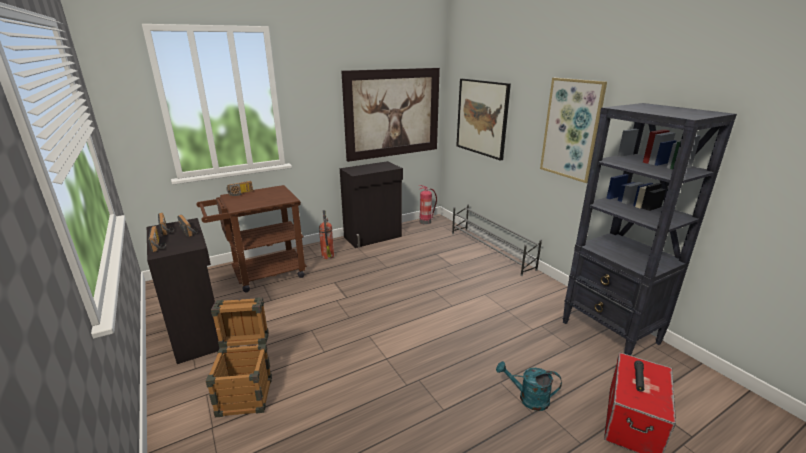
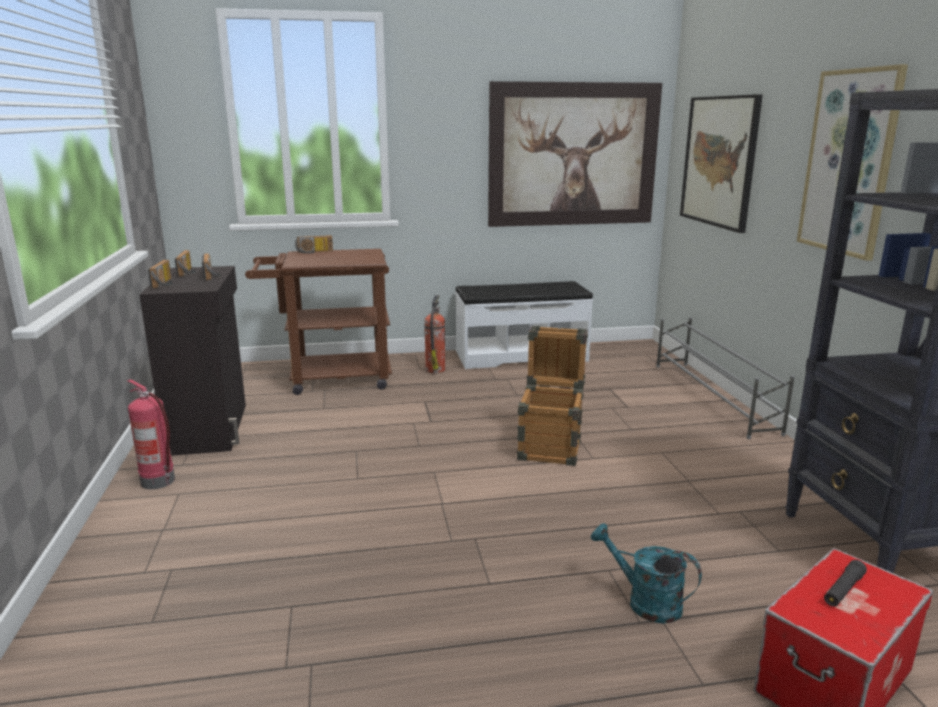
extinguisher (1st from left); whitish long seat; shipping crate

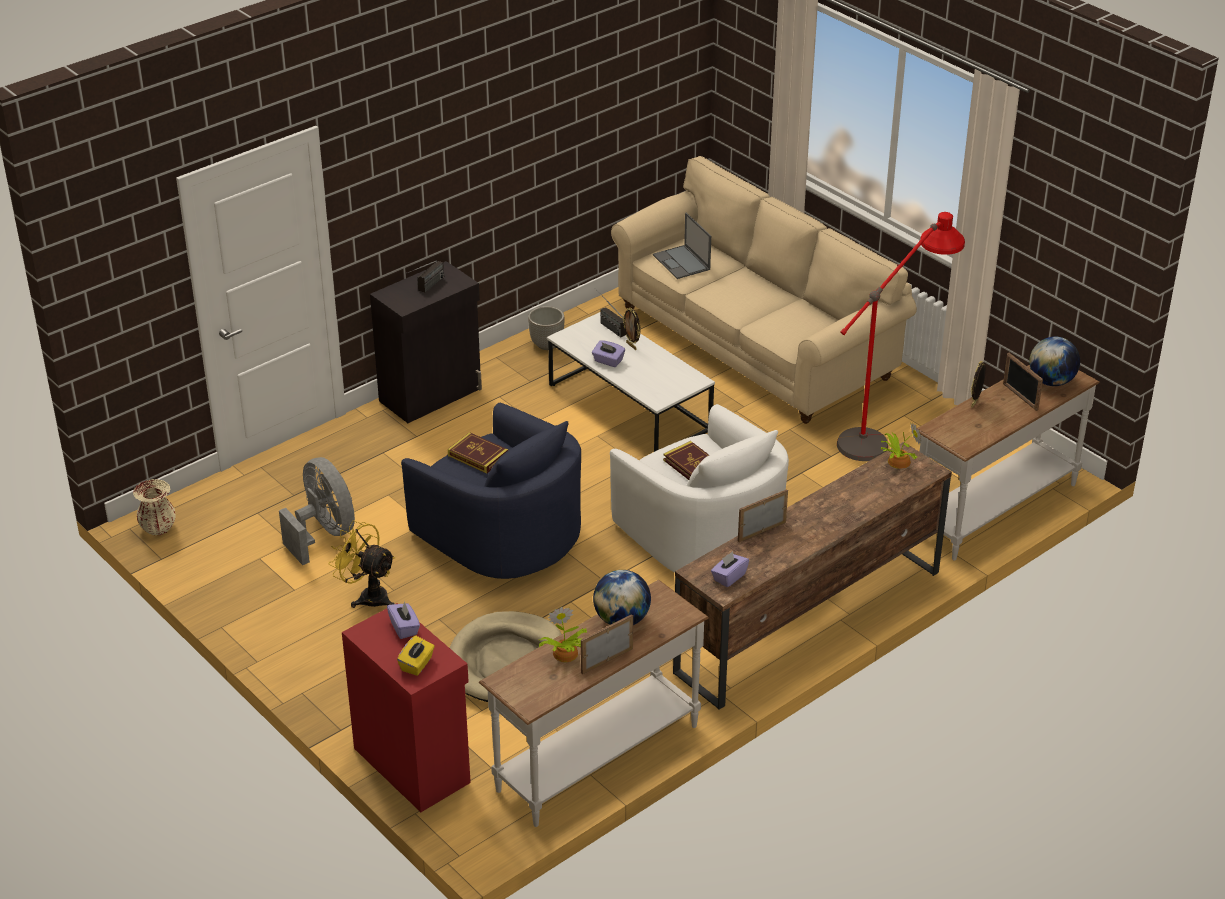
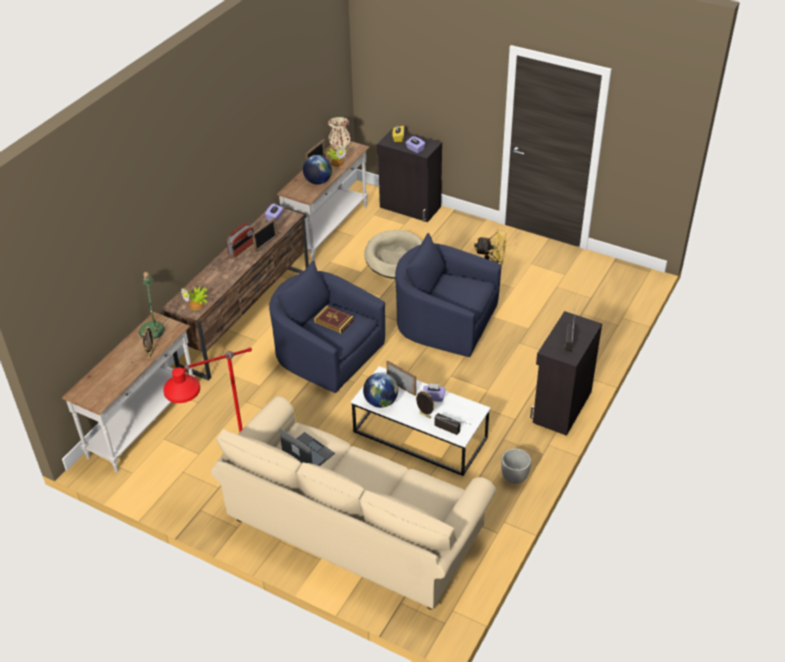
table lamp; radio set (1st from left); blue-coloured easy chair (1st from left); notebook computer; beige decorative vase; desk globe (2nd from left); black-coloured cupboard (1st from left); photo frame (4th from left); gray fan; volume (1st from left in the first image)

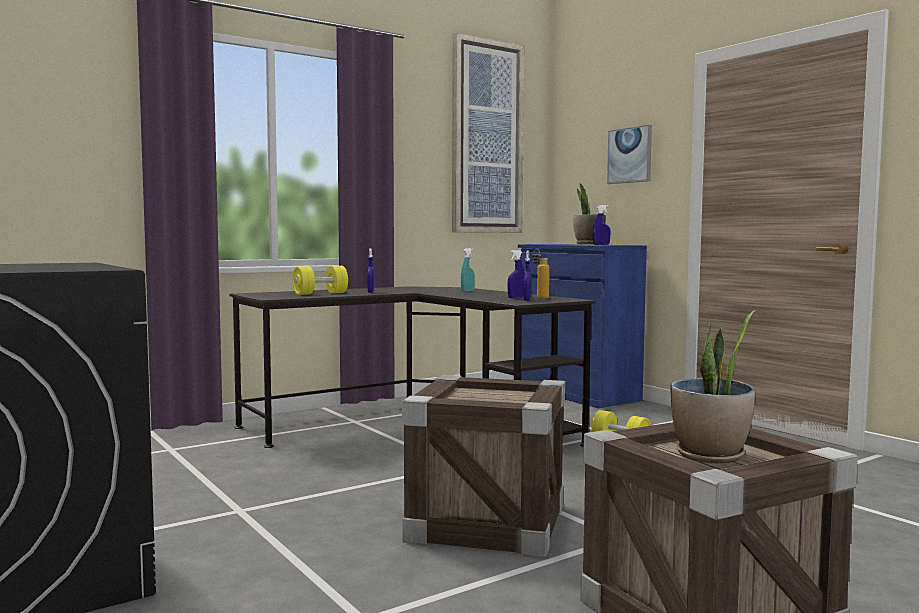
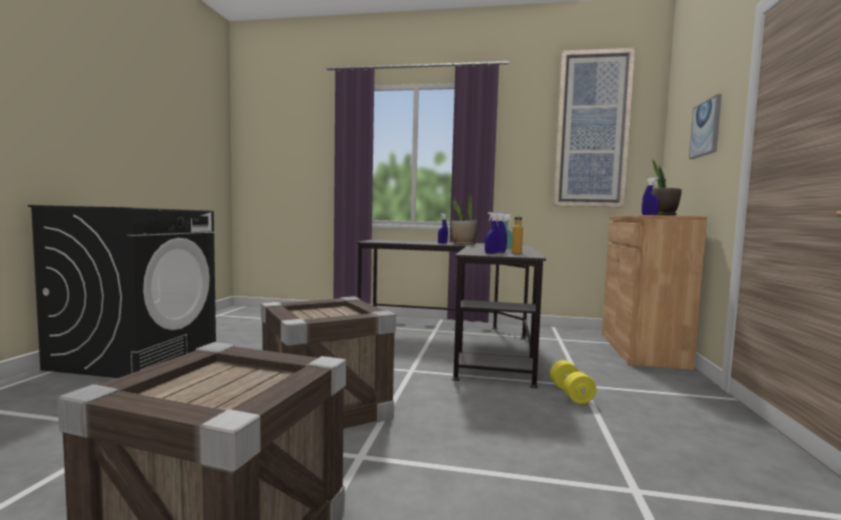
houseplant (1st from left); brownish cupboard; yellow hand weight (1st from left in the first image)

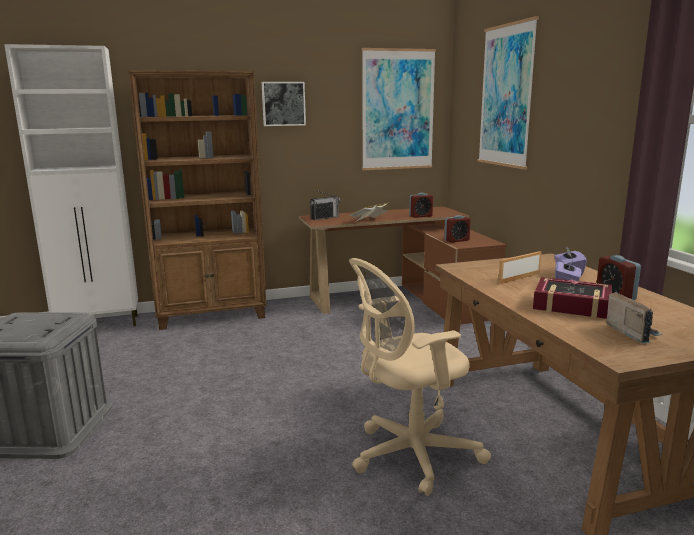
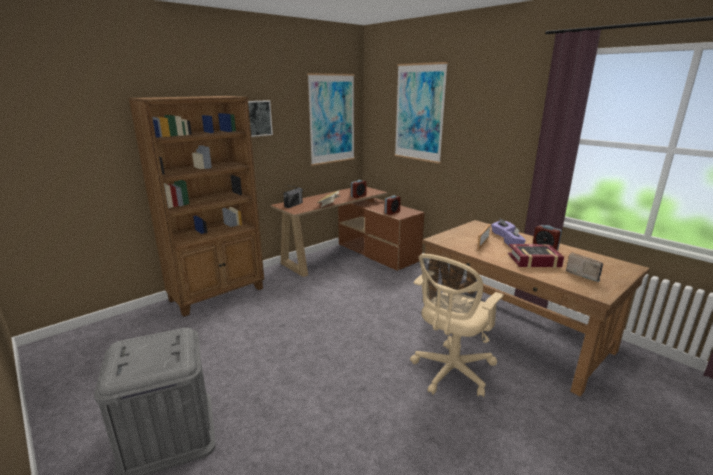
whitish cupboard

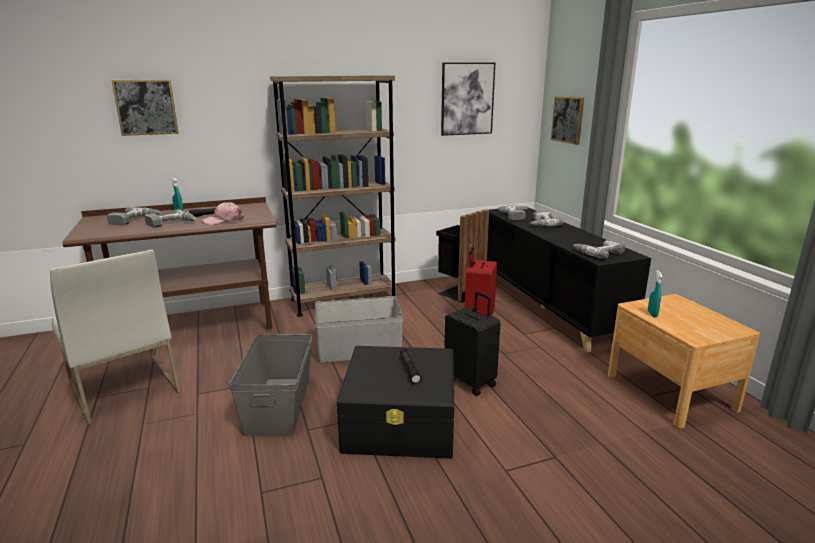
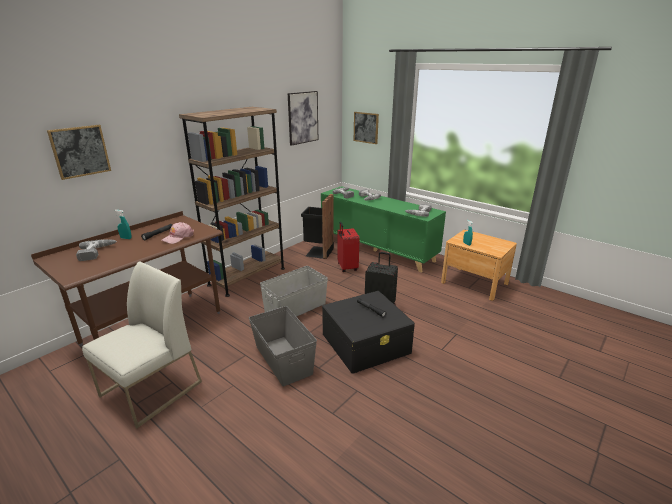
whitish plain chair; green cupboard; power drill (2nd from left in the first image)

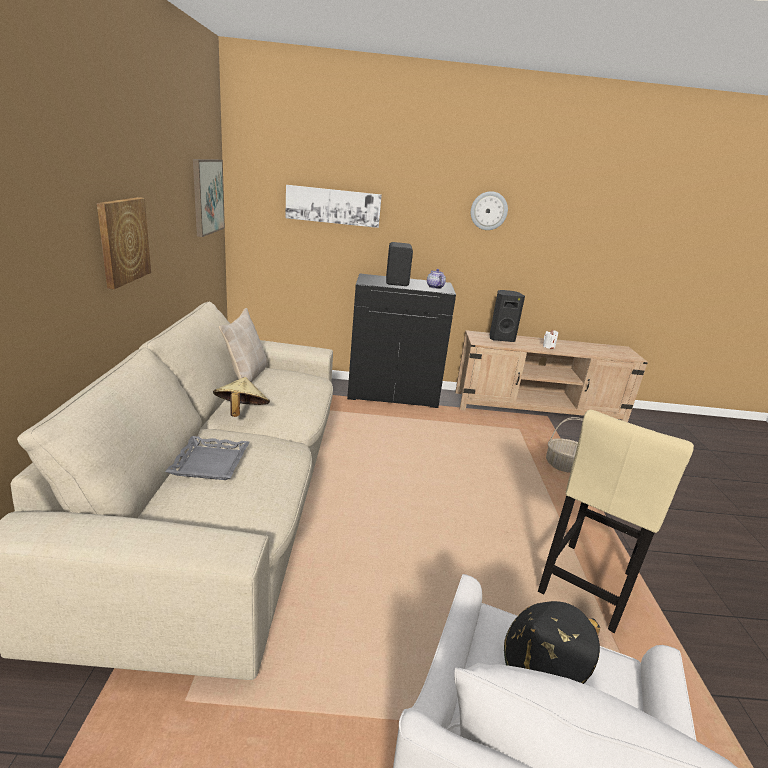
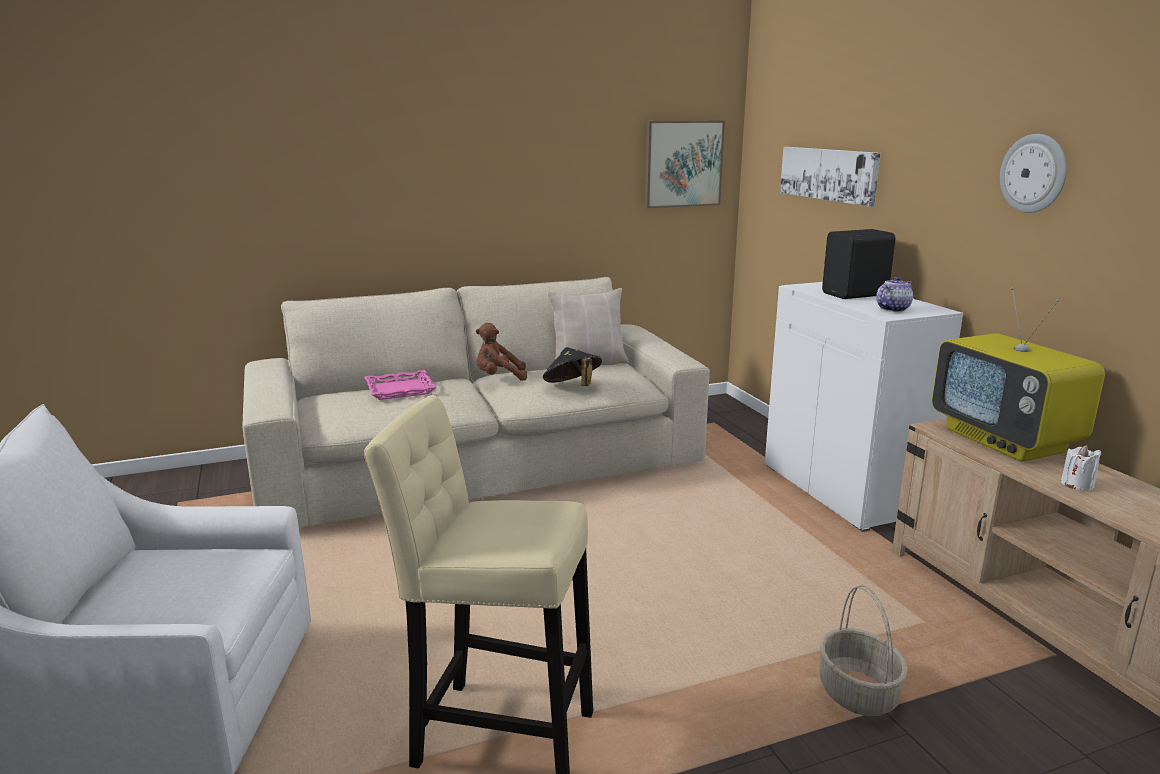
pink tray; brownish plush toy; black-coloured clothing hat; whitish cupboard; TV set; picture (1st from left in the first image)

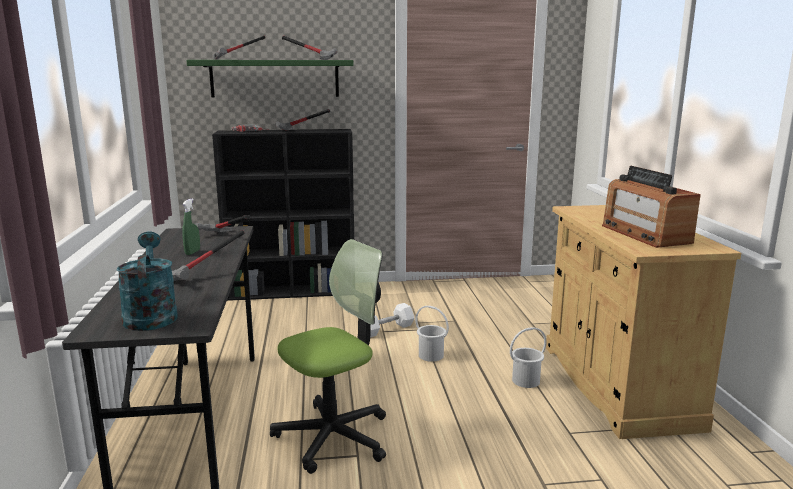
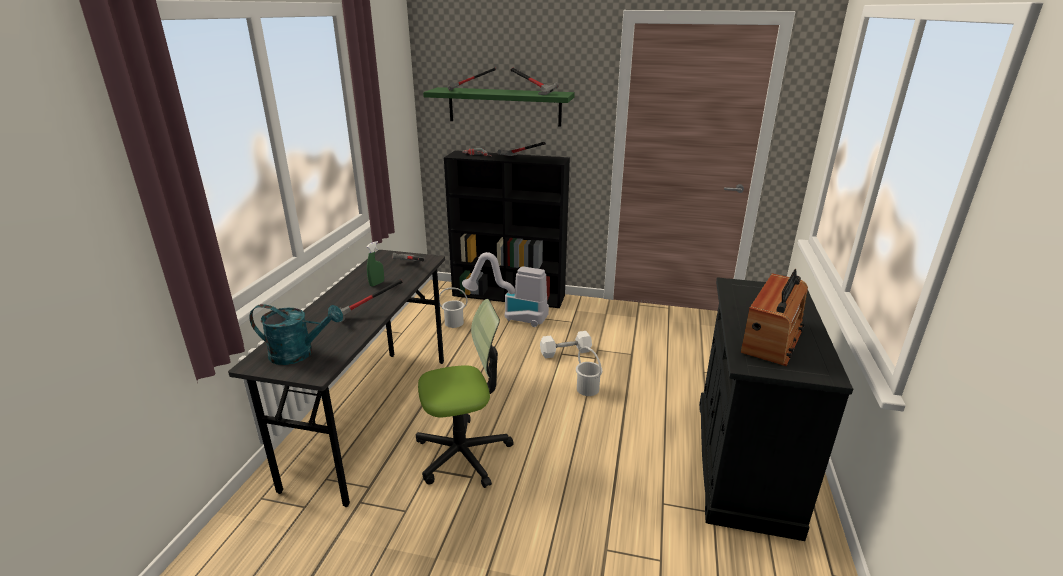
turquoise-coloured watering can; whitish water bucket (1st from left); hoover; black-coloured cupboard; radio set

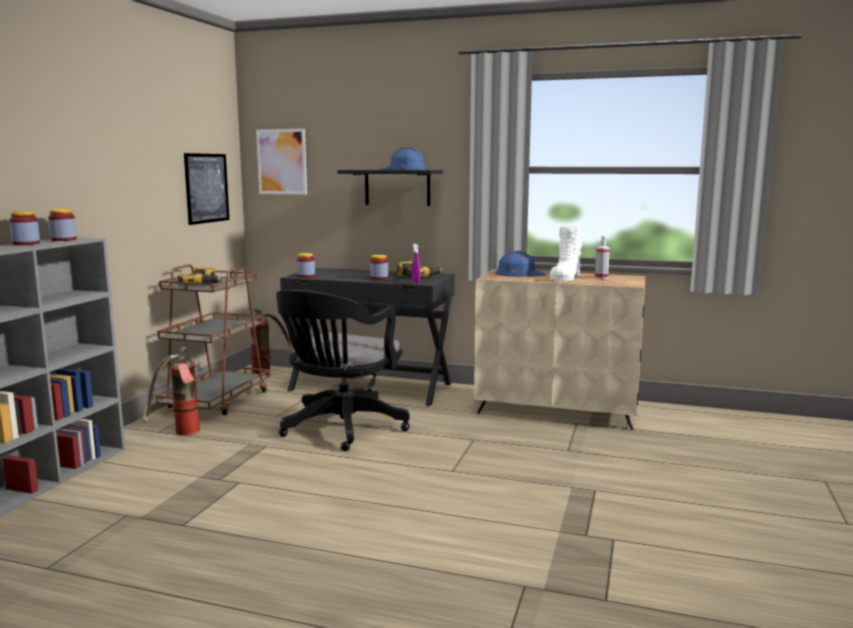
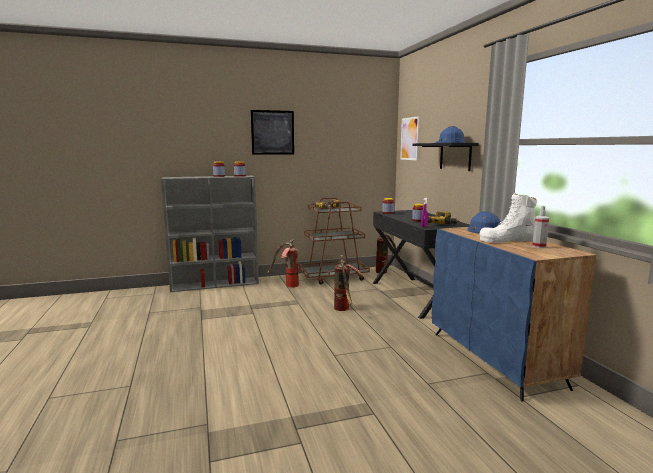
picture (1st from left); extinguisher (2nd from left); blue-coloured cupboard

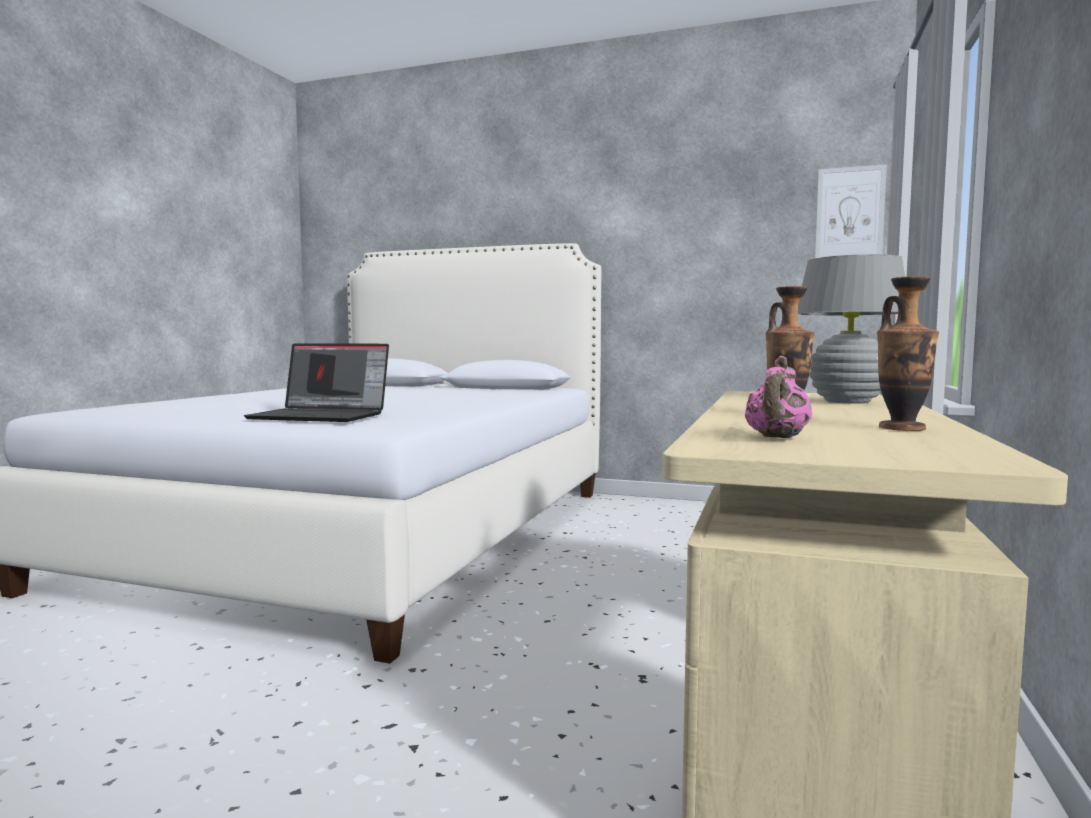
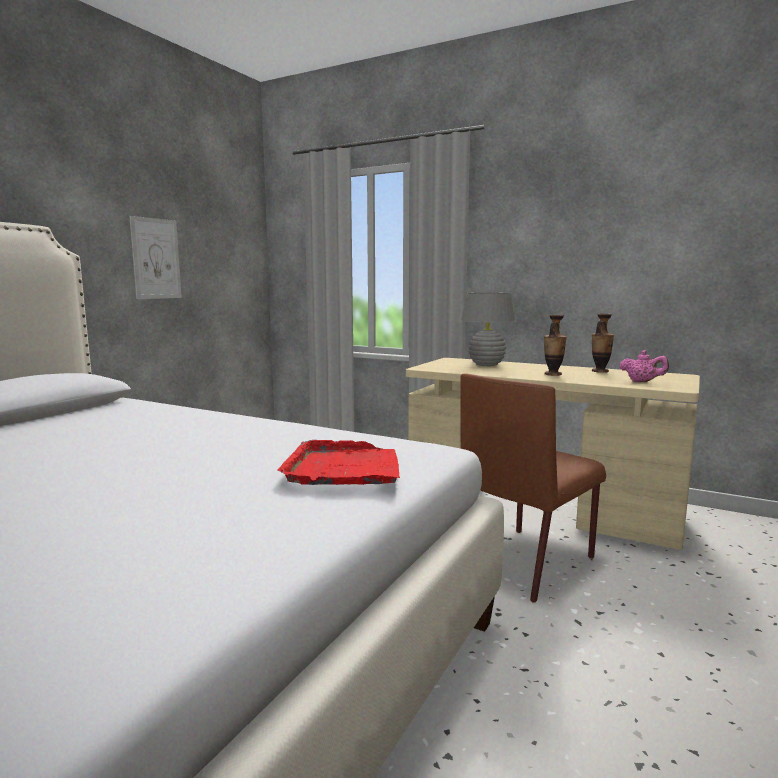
picture; red-coloured tray; brownish plain chair

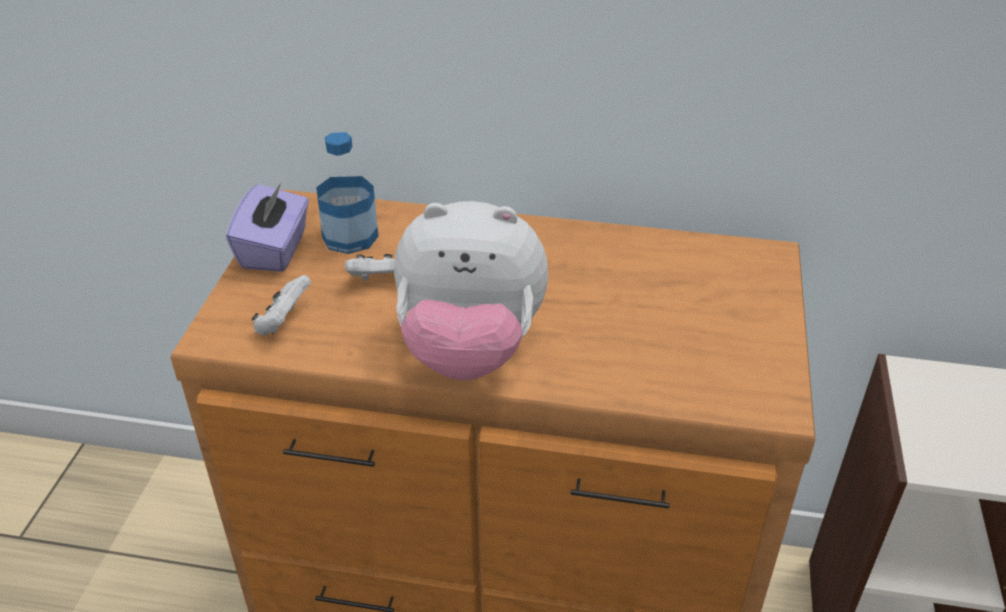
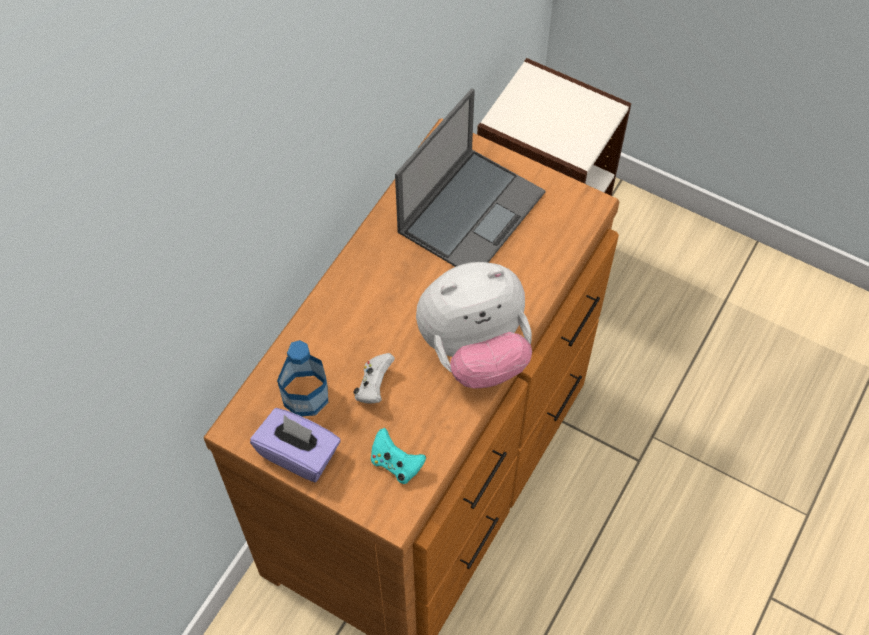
turquoise-coloured joypad; notebook computer; plush toy

